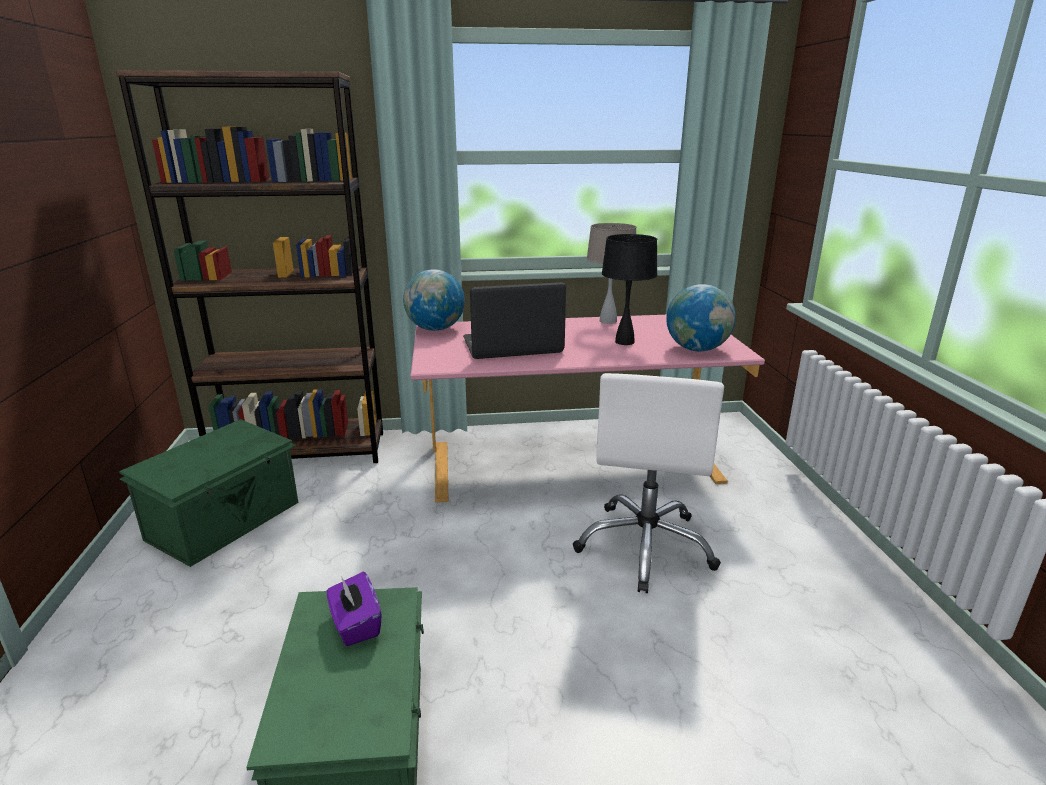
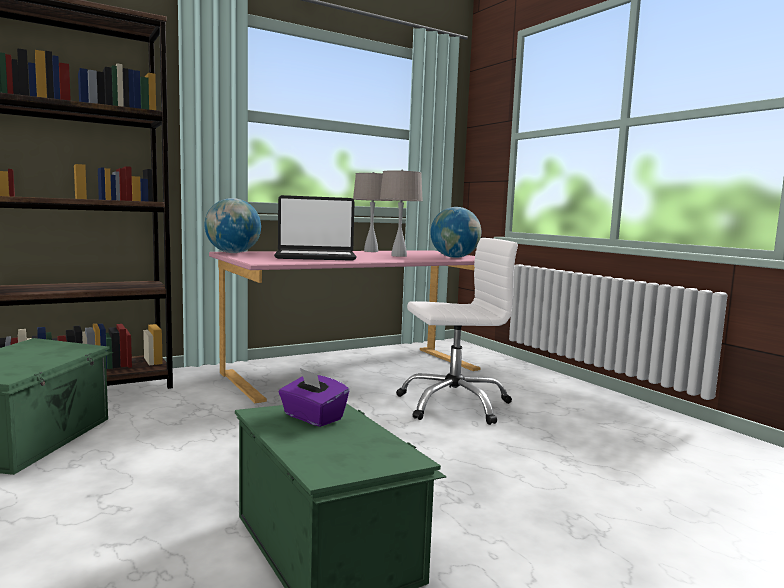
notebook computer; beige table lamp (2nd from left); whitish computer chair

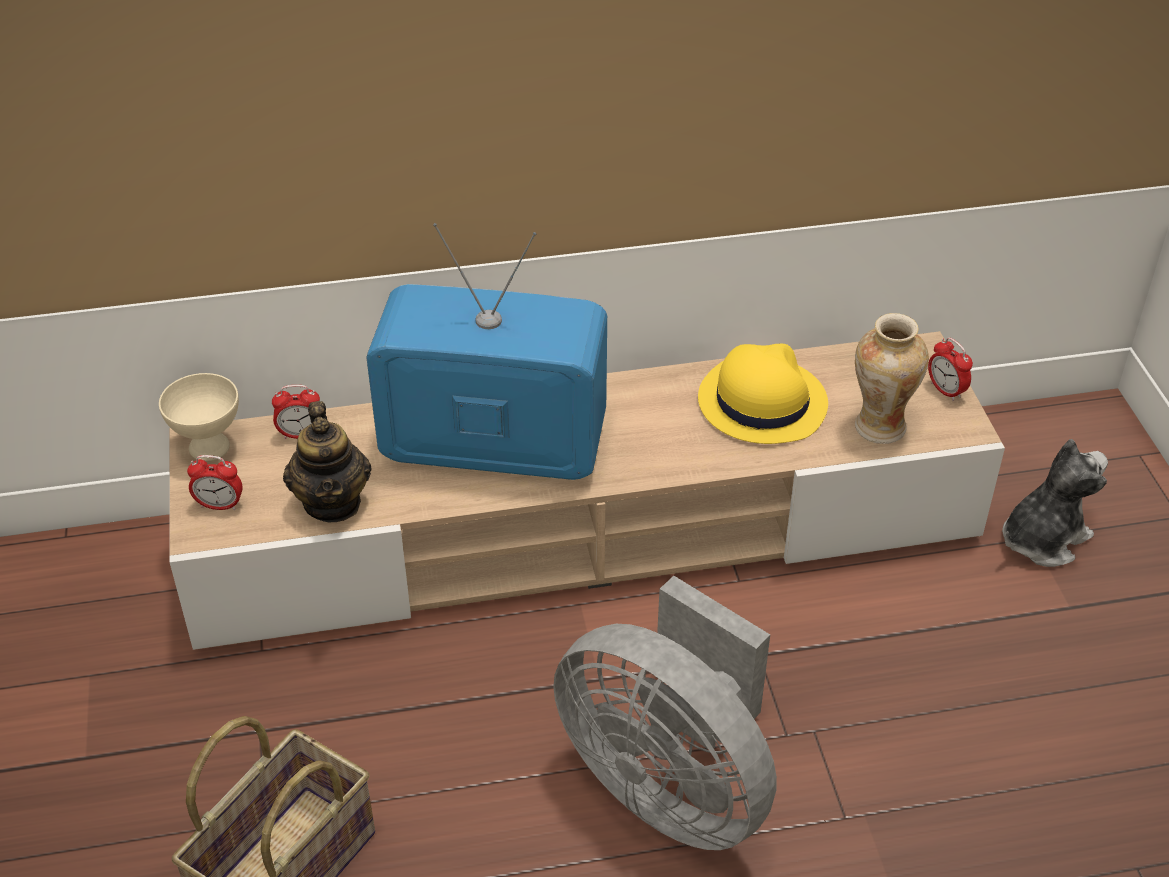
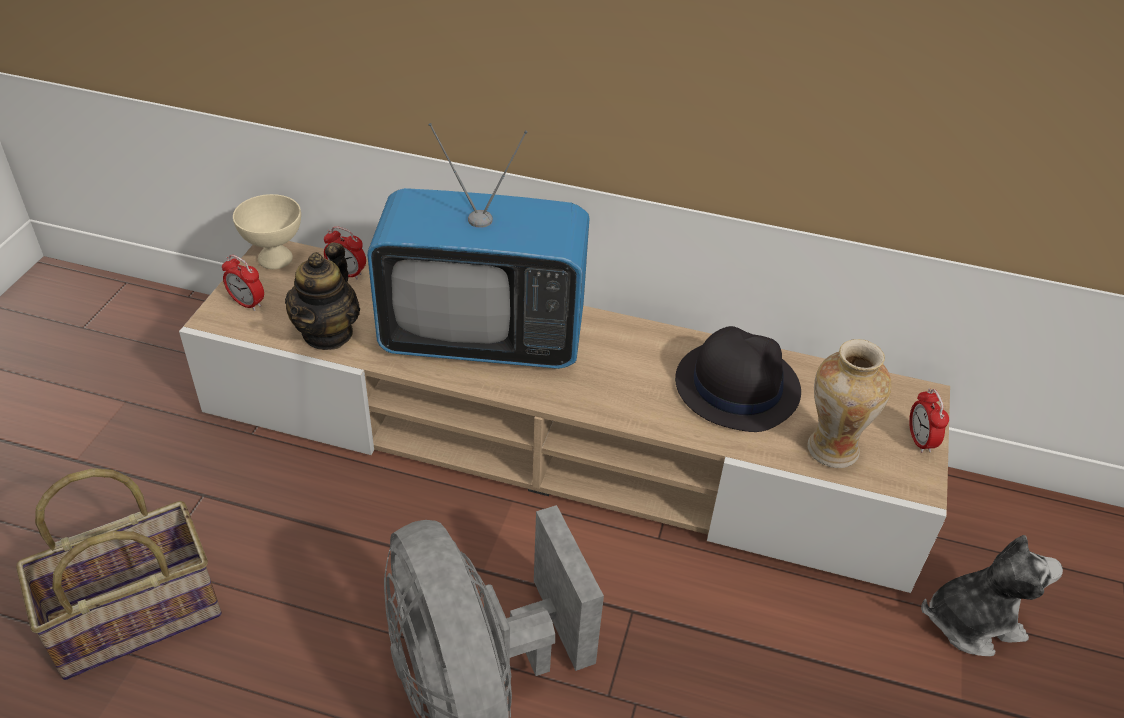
TV set; black-coloured clothing hat

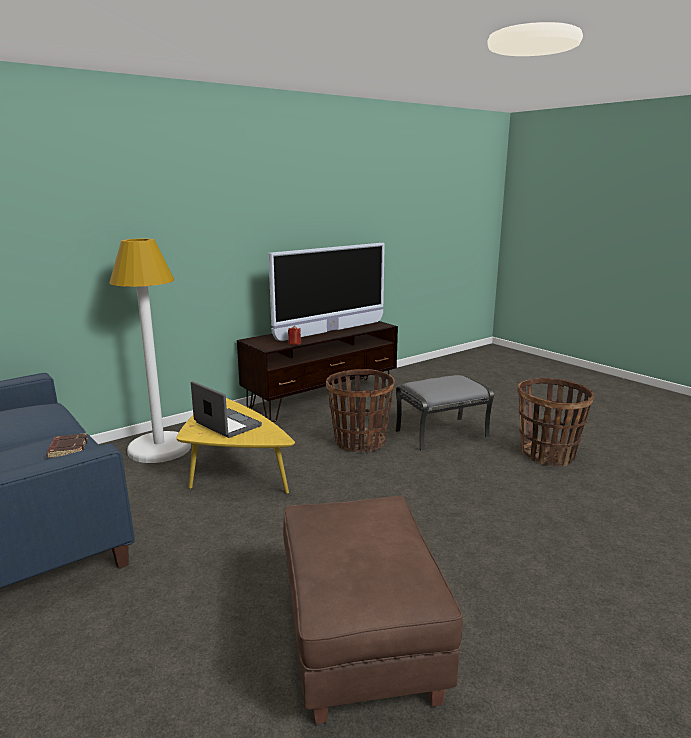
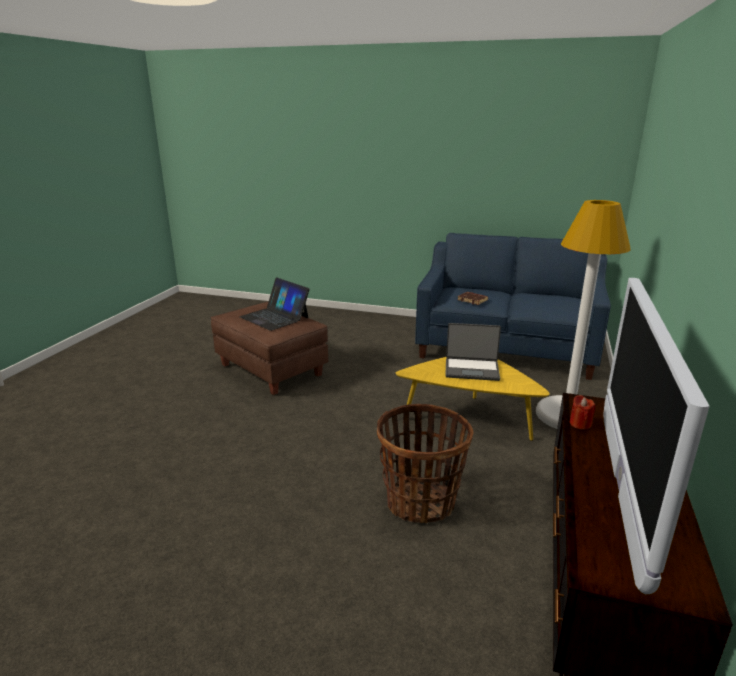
notebook computer (1st from left); gray pouffe; household basket (2nd from left in the first image)

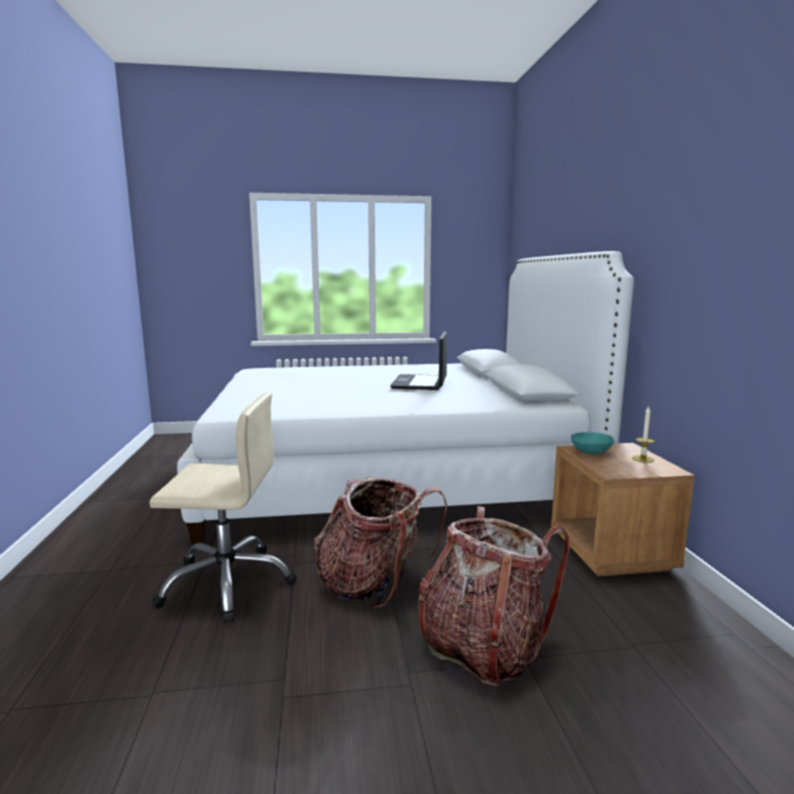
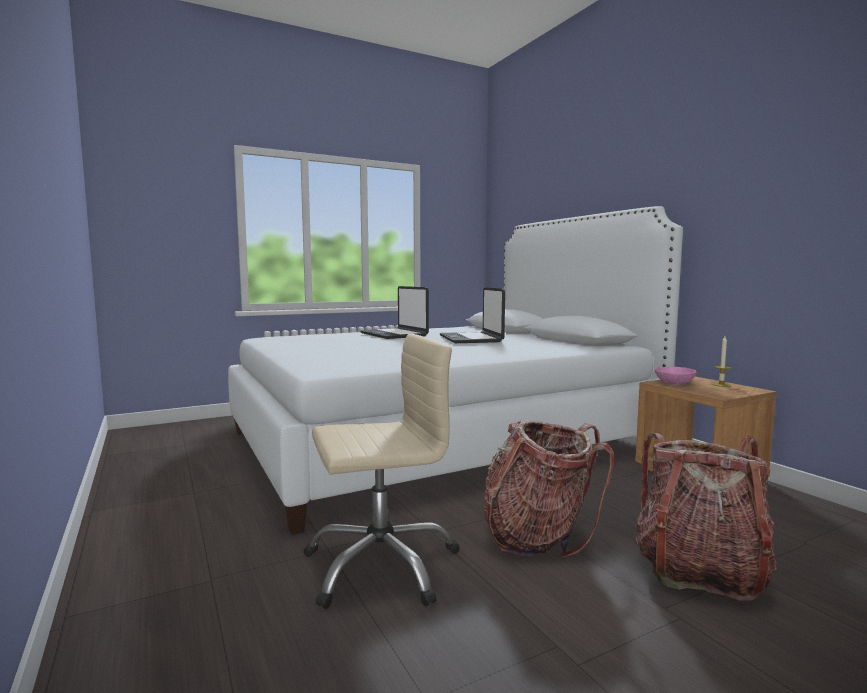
notebook computer (1st from left); pink serving bowl

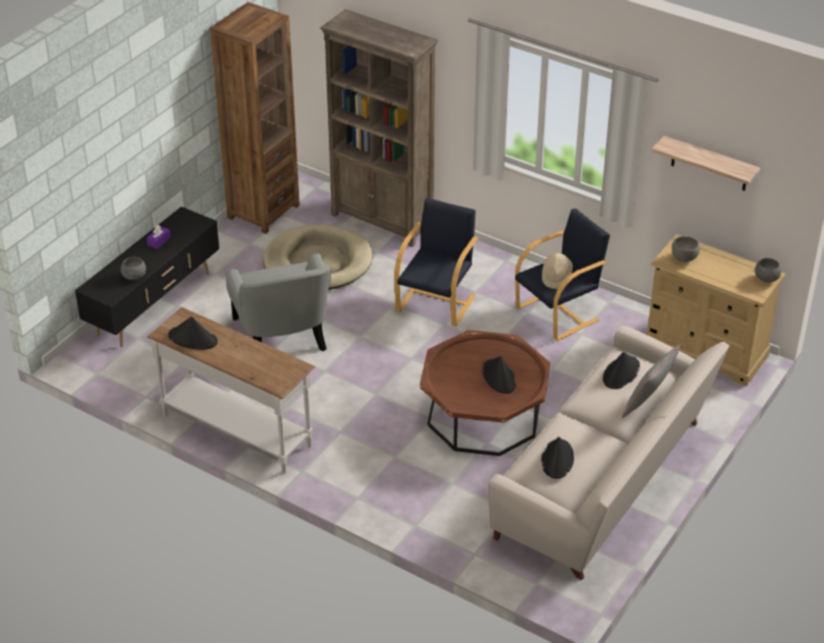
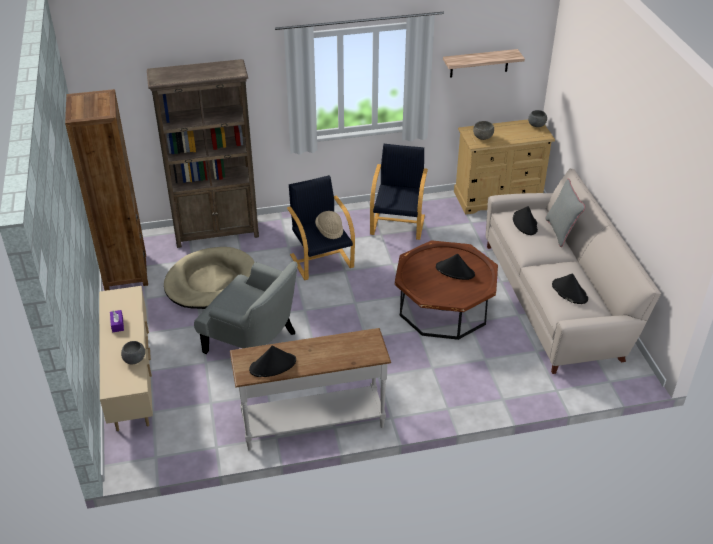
beige media console; beige clothing hat

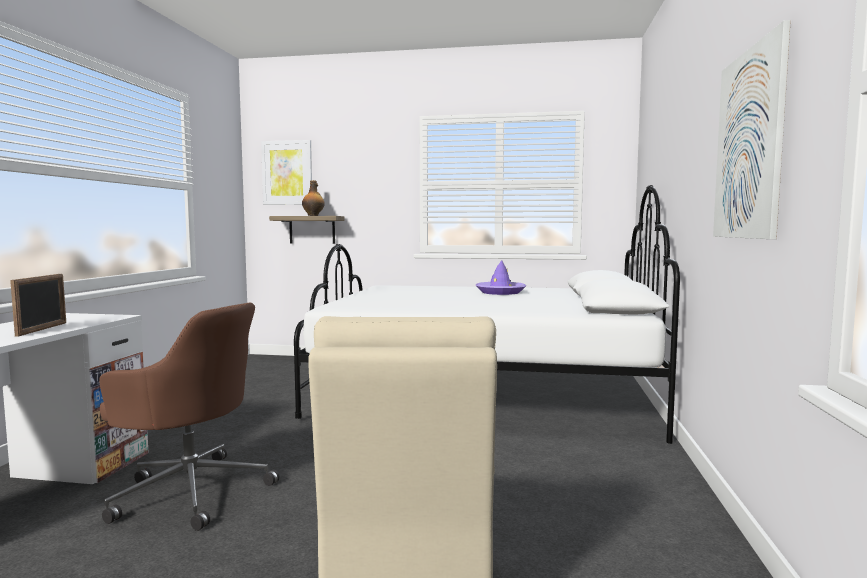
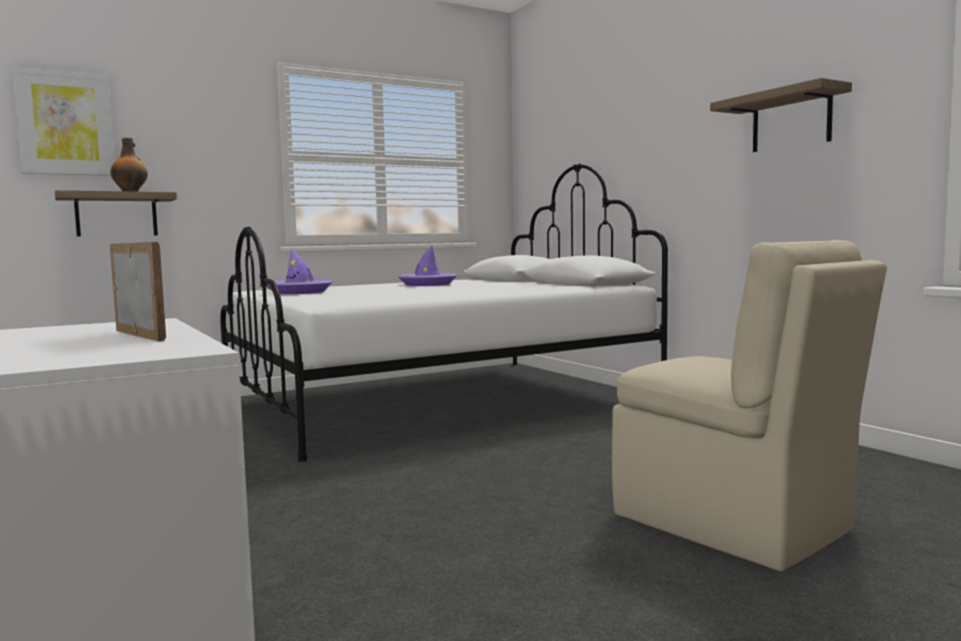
purplish clothing hat (1st from left); bracket shelf (2nd from left); brownish computer chair

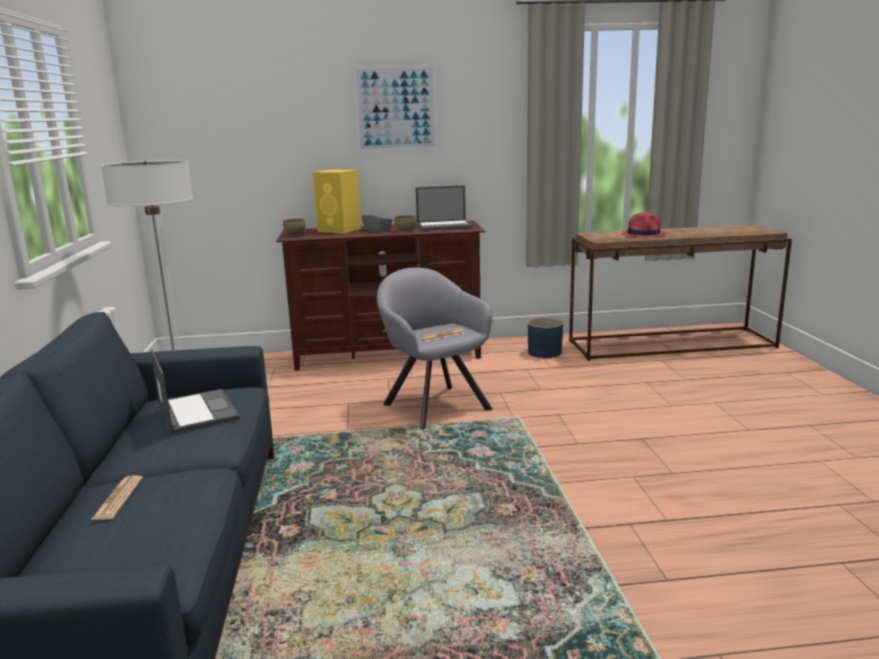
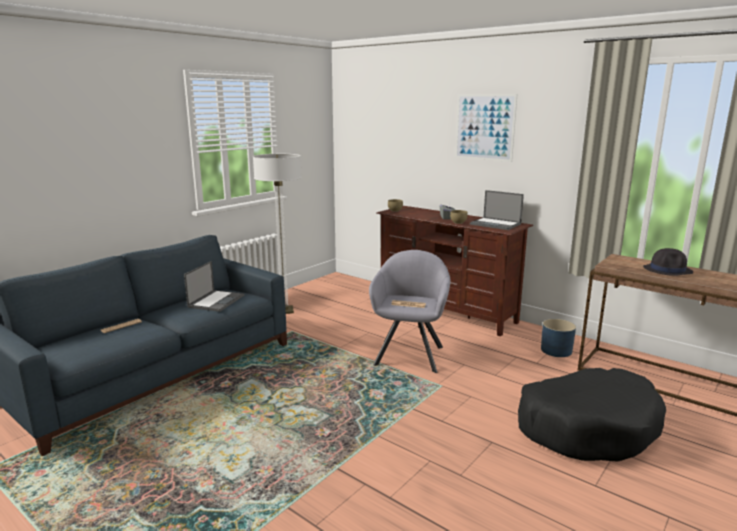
black-coloured dog bed; black-coloured clothing hat; yellow speaker

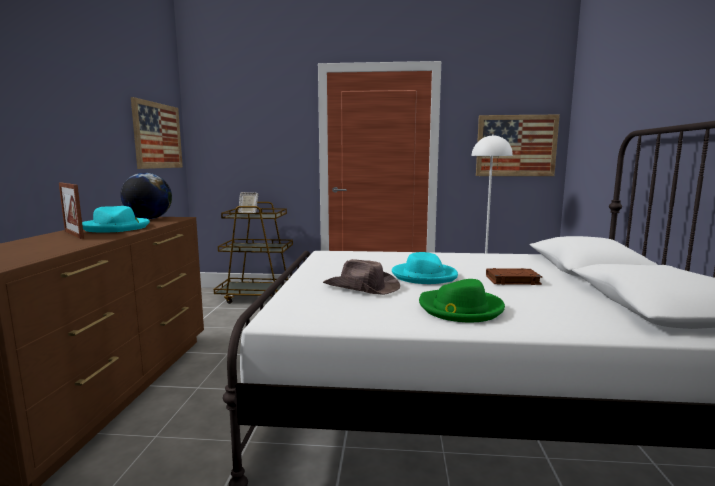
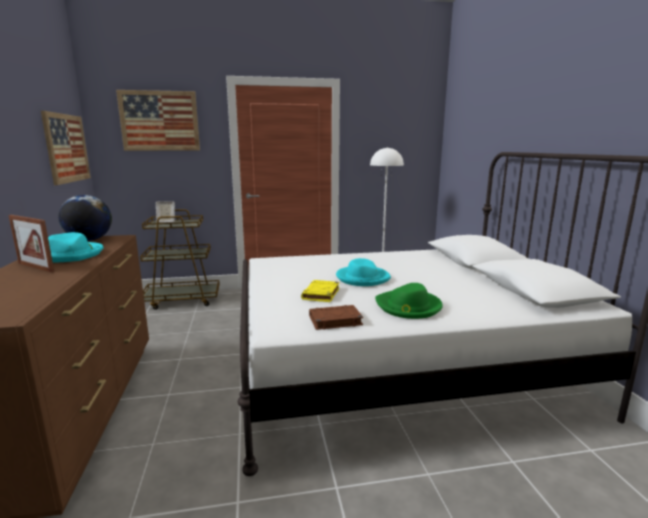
picture (2nd from left); yellow volume; brownish volume

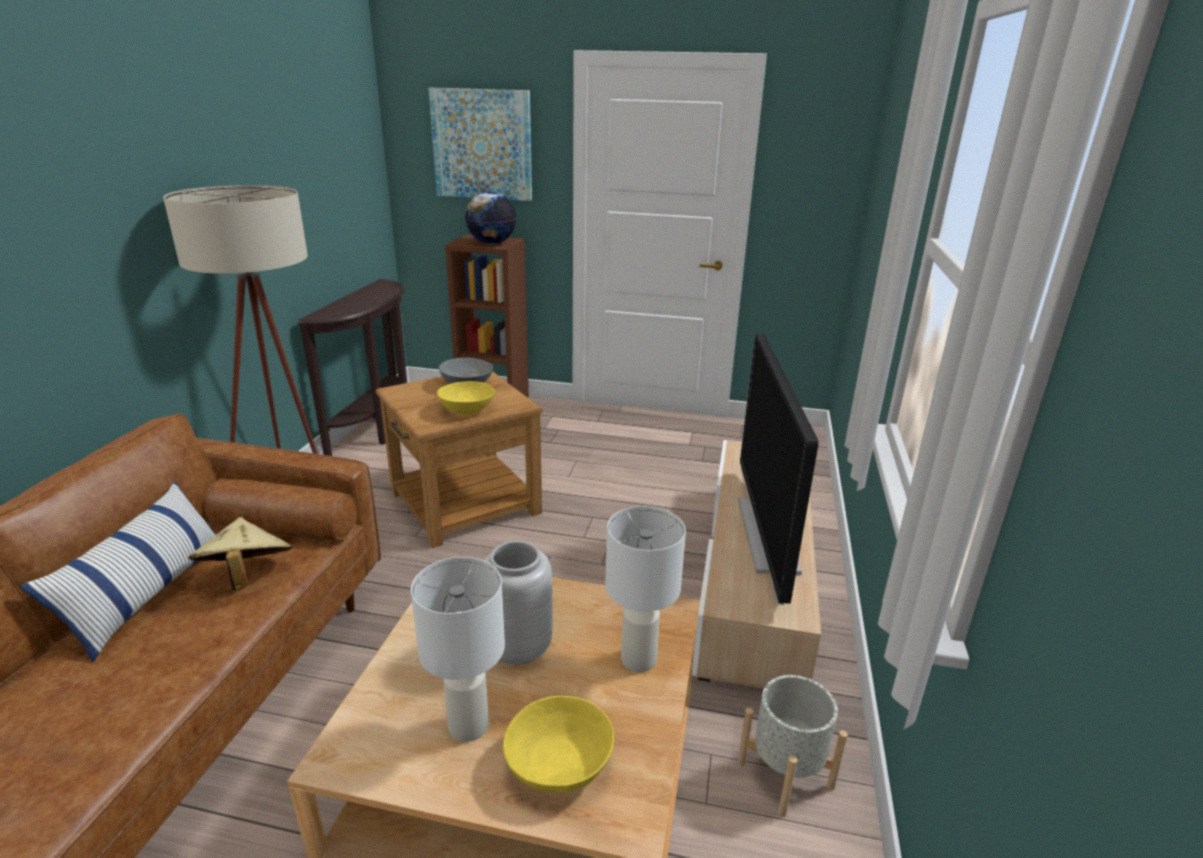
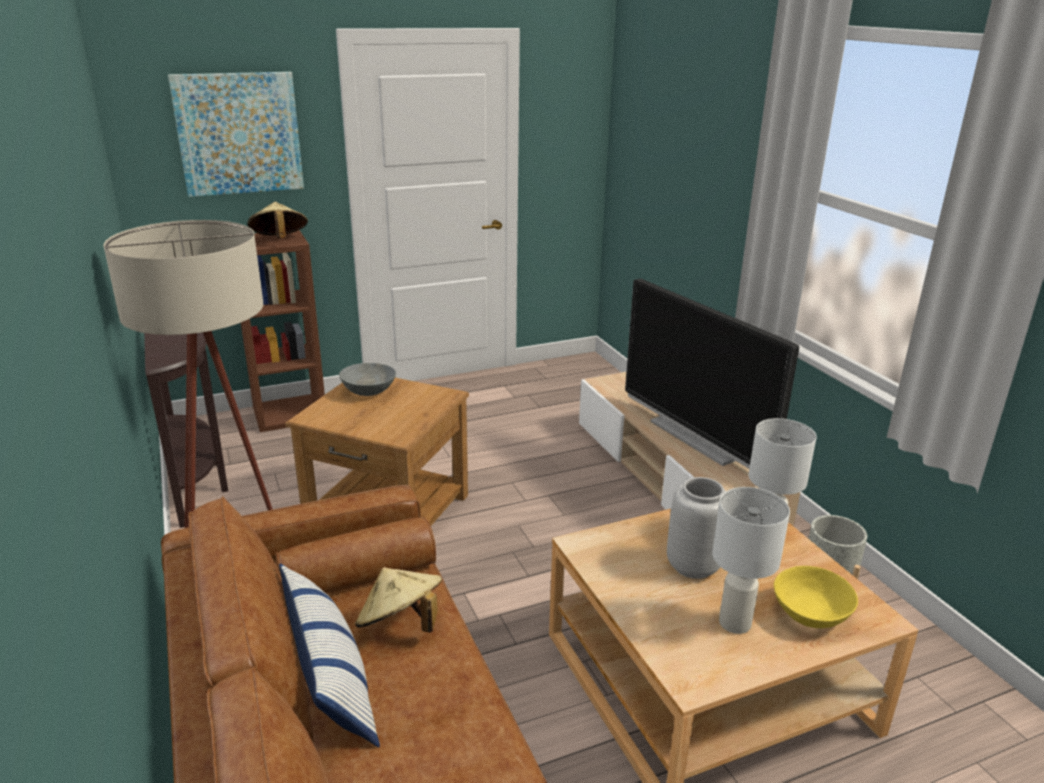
beige clothing hat (1st from left); yellow serving bowl (1st from left in the first image)

